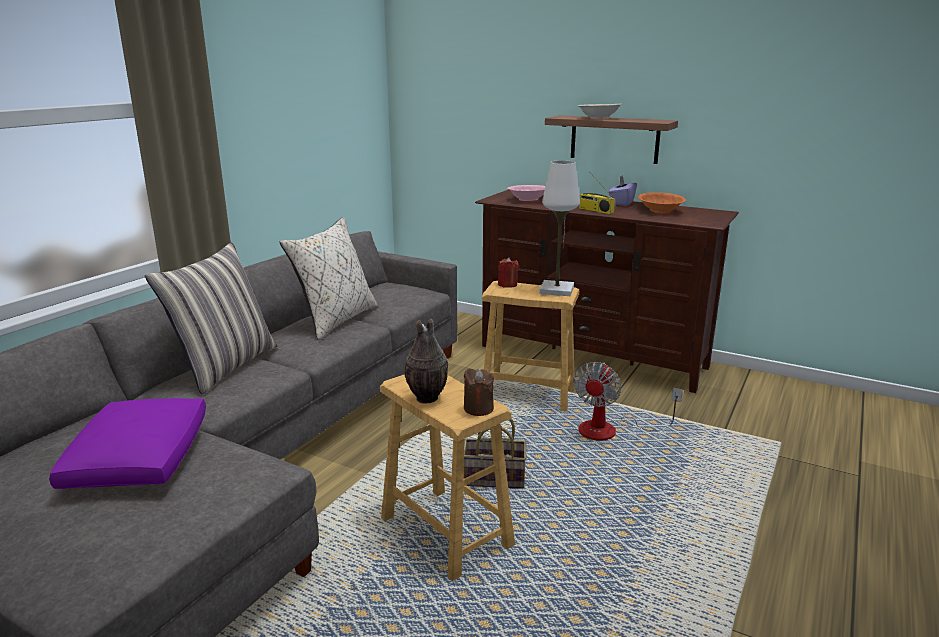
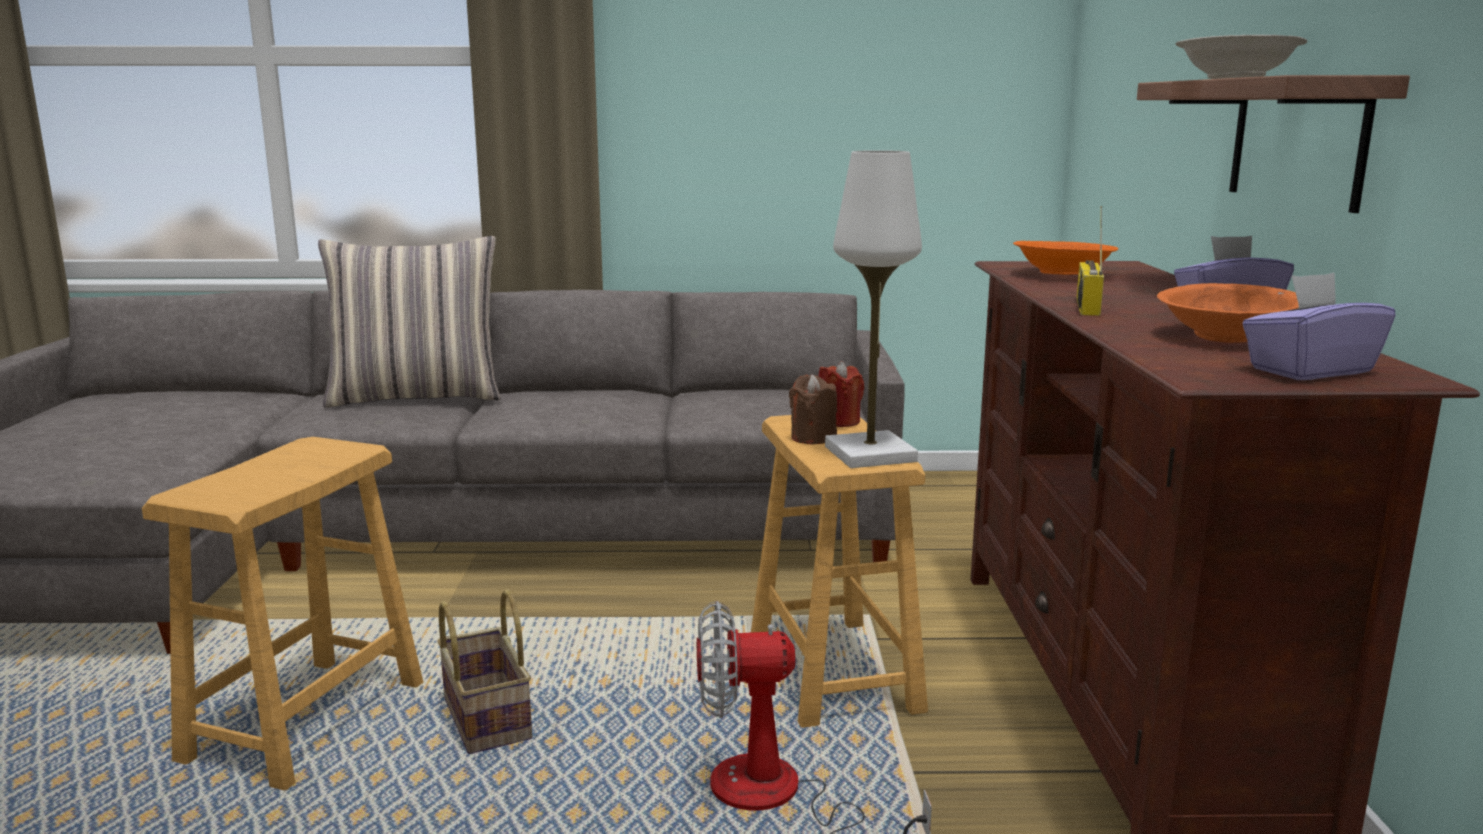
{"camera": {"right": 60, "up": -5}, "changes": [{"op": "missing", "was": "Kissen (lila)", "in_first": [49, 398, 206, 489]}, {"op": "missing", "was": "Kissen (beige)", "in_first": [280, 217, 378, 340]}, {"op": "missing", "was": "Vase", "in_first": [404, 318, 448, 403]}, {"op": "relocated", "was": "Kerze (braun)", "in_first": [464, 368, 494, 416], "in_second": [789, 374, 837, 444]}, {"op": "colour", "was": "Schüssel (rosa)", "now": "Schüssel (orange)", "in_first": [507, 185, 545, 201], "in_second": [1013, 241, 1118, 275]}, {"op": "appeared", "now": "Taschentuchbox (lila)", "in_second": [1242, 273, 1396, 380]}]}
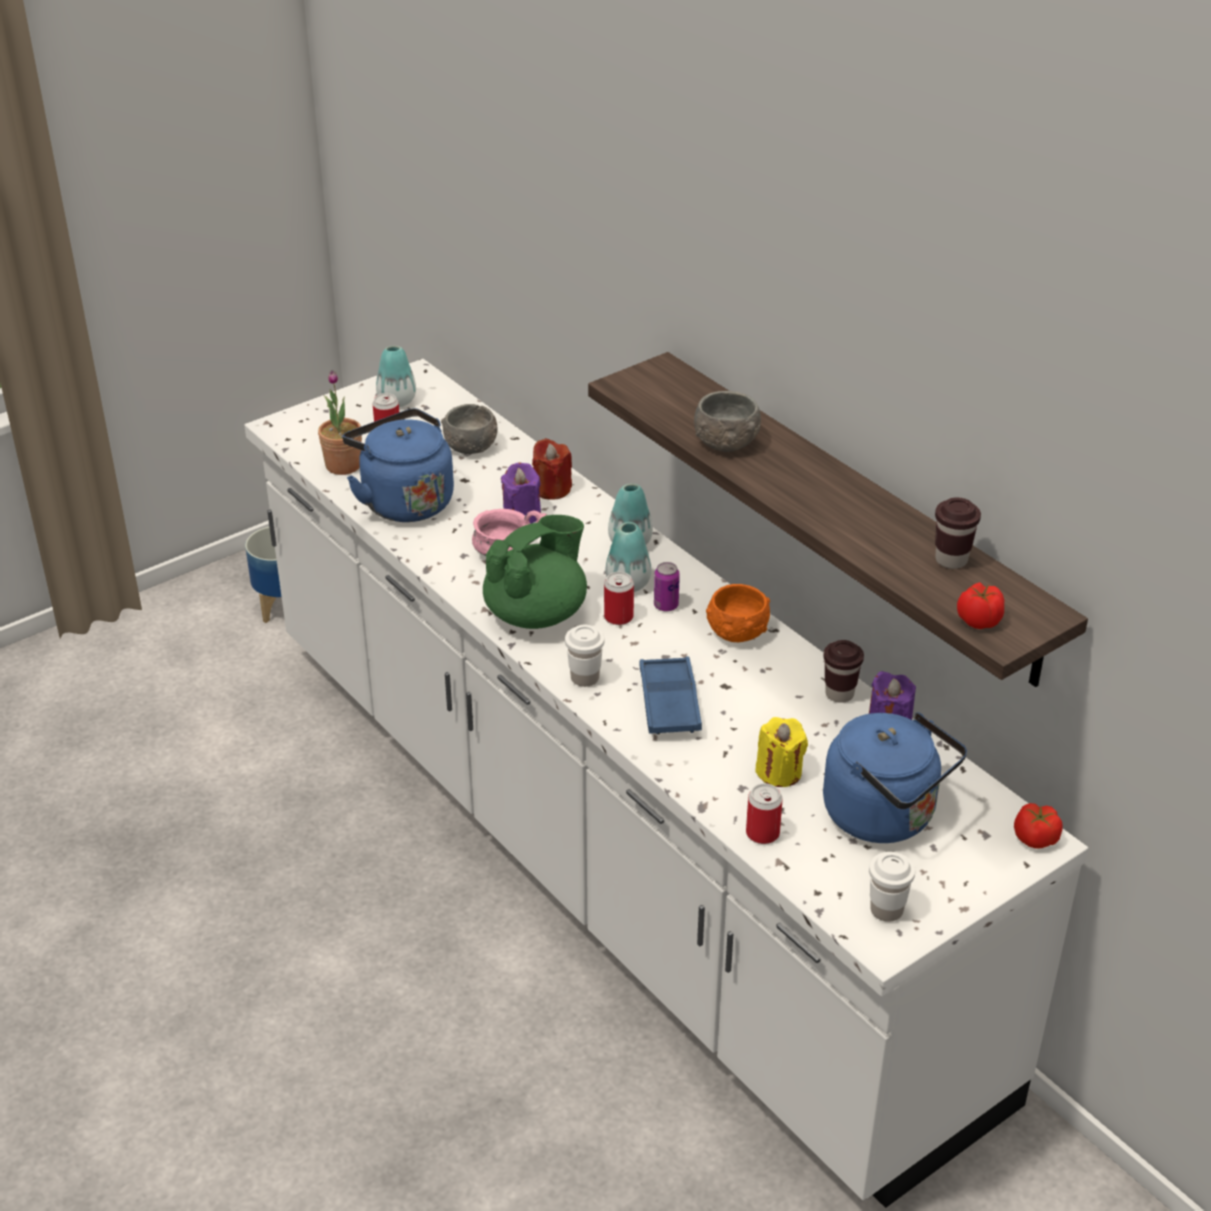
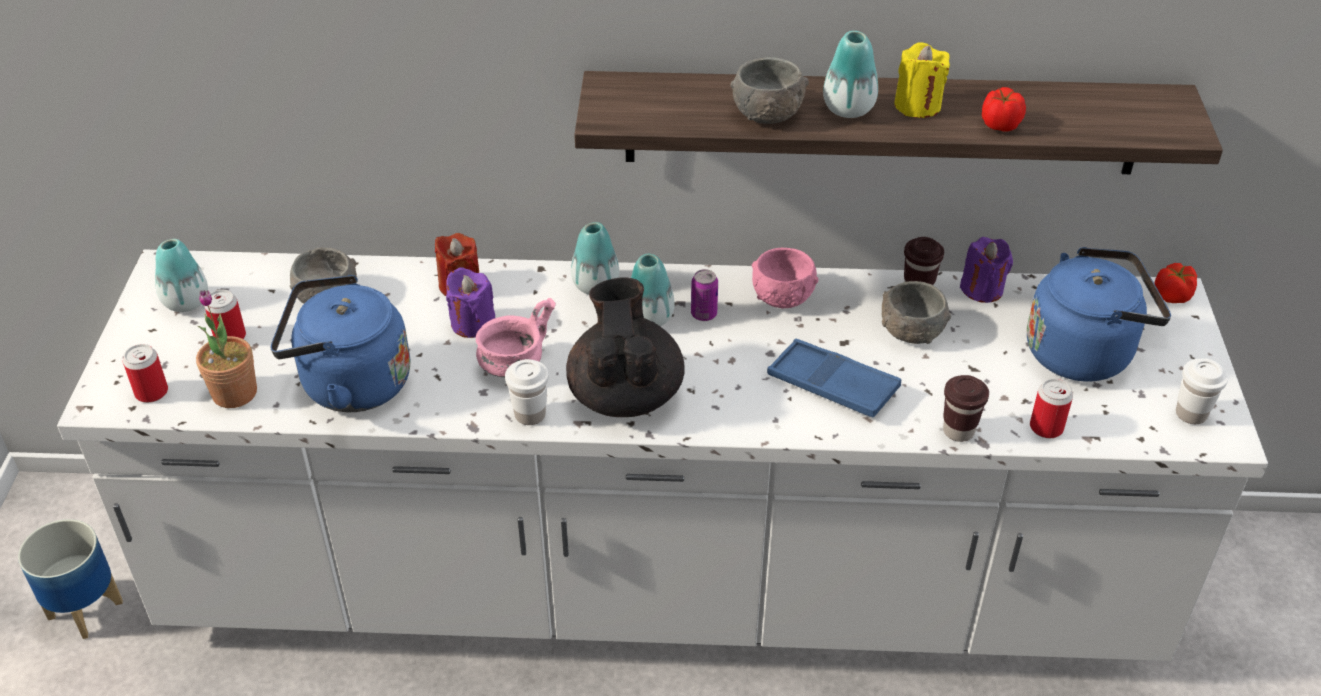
{"camera": {"right": -50, "up": 5}, "changes": [{"op": "colour", "was": "Teekanne (grün)", "now": "Teekanne (schwarz)", "in_first": [483, 515, 587, 629], "in_second": [566, 277, 685, 417]}, {"op": "relocated", "was": "Tasse (weiß)", "in_first": [565, 625, 604, 687], "in_second": [505, 359, 549, 425]}, {"op": "relocated", "was": "Dose", "in_first": [604, 572, 634, 625], "in_second": [123, 344, 168, 403]}, {"op": "colour", "was": "Schüssel (orange)", "now": "Schüssel (rosa)", "in_first": [706, 584, 770, 642], "in_second": [752, 248, 819, 308]}, {"op": "relocated", "was": "Kerze (gelb)", "in_first": [755, 717, 808, 787], "in_second": [894, 42, 950, 118]}, {"op": "relocated", "was": "Tasse (braun)", "in_first": [935, 497, 981, 569], "in_second": [943, 375, 989, 442]}, {"op": "relocated", "was": "Tomate", "in_first": [957, 582, 1004, 629], "in_second": [982, 87, 1026, 132]}, {"op": "appeared", "now": "Vase", "in_second": [823, 31, 878, 118]}, {"op": "appeared", "now": "Schüssel (grau)", "in_second": [882, 281, 951, 344]}]}
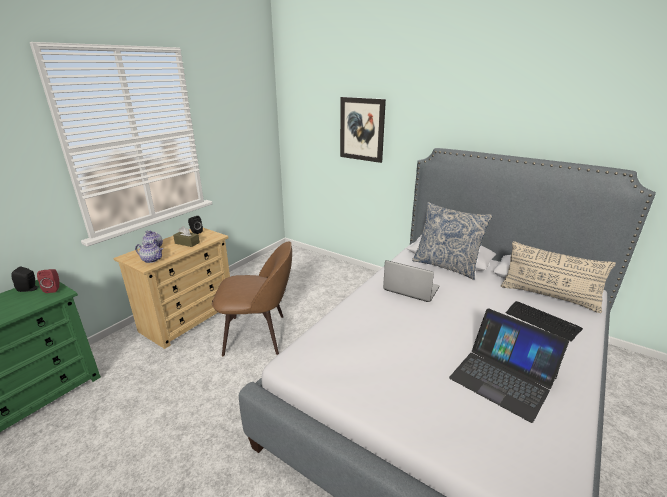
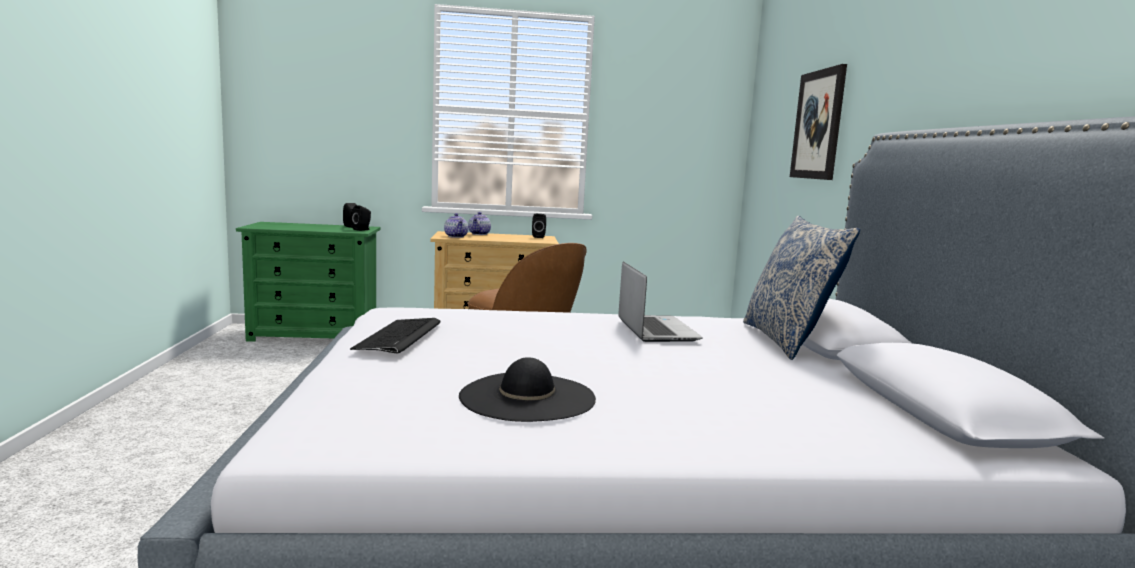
{"camera": {"right": 50, "up": -15}, "changes": [{"op": "colour", "was": "Lautsprecher (rot)", "now": "Lautsprecher (schwarz)", "in_first": [37, 269, 60, 293], "in_second": [352, 205, 371, 231]}, {"op": "missing", "was": "Taschentuchbox (braun)", "in_first": [173, 226, 200, 247]}, {"op": "exchanged", "was": "Laptop", "now": "Hut (schwarz)", "in_first": [449, 309, 569, 423], "in_second": [459, 357, 596, 422]}, {"op": "missing", "was": "Kissen (beige)", "in_first": [501, 241, 616, 313]}, {"op": "relocated", "was": "Tastatur", "in_first": [506, 301, 583, 342], "in_second": [350, 318, 441, 353]}]}
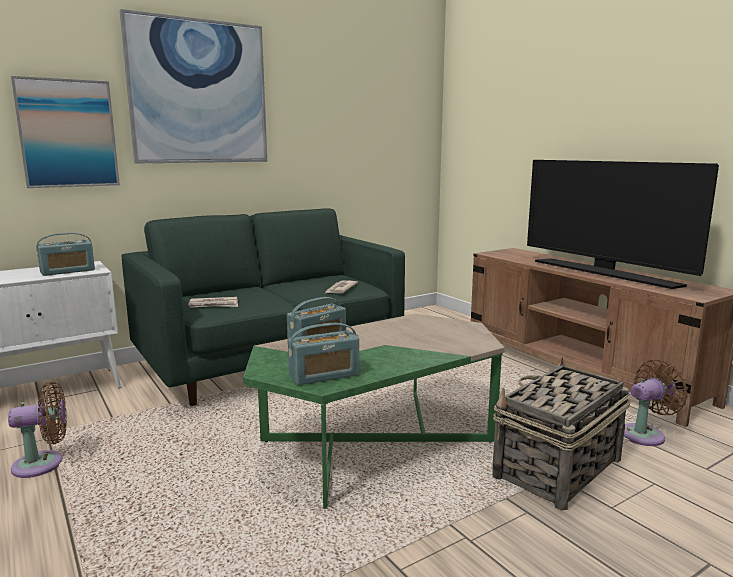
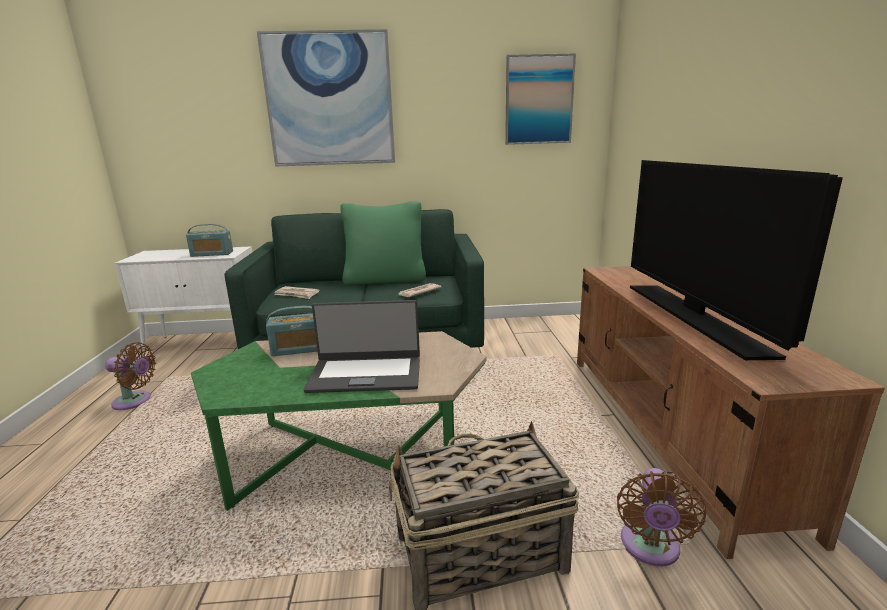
{"camera": {"right": 30, "up": 5}, "changes": [{"op": "relocated", "was": "Bild", "in_first": [11, 76, 120, 188], "in_second": [505, 53, 576, 145]}, {"op": "missing", "was": "Radio", "in_first": [288, 323, 359, 385]}, {"op": "spun", "was": "Ventilator (braun)", "in_first": [624, 359, 688, 446], "in_second": [617, 468, 706, 566], "clockwise": 105}, {"op": "appeared", "now": "Laptop", "in_second": [303, 300, 420, 393]}, {"op": "appeared", "now": "Kissen (grün)", "in_second": [340, 201, 426, 285]}]}
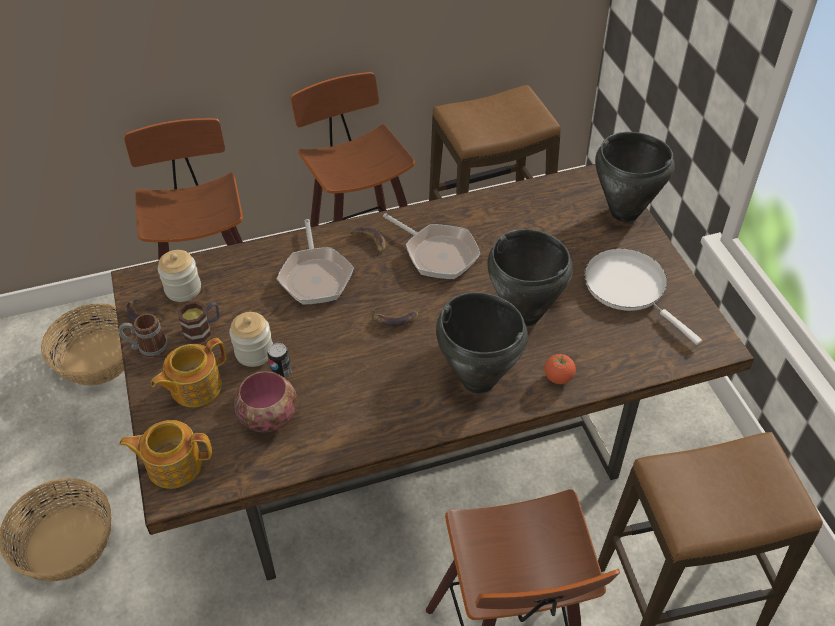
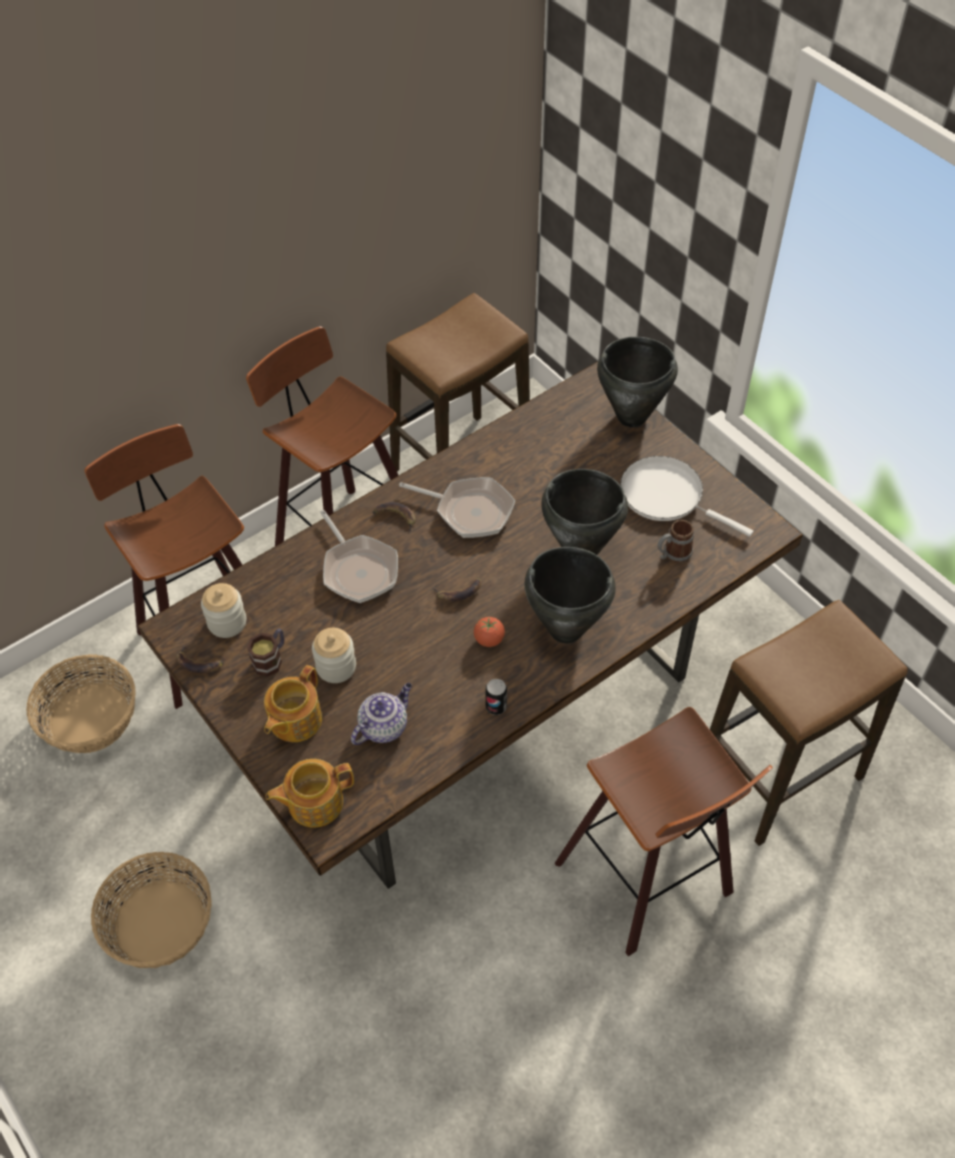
{"camera": {"right": -20, "up": 5}, "changes": [{"op": "relocated", "was": "Henkelbecher", "in_first": [119, 314, 168, 358], "in_second": [657, 520, 694, 563]}, {"op": "exchanged", "was": "Schüssel", "now": "Teekanne", "in_first": [234, 371, 297, 433], "in_second": [351, 683, 412, 745]}, {"op": "relocated", "was": "Dose", "in_first": [267, 343, 292, 378], "in_second": [485, 679, 507, 715]}, {"op": "relocated", "was": "Tomate", "in_first": [544, 354, 576, 384], "in_second": [474, 617, 505, 647]}]}
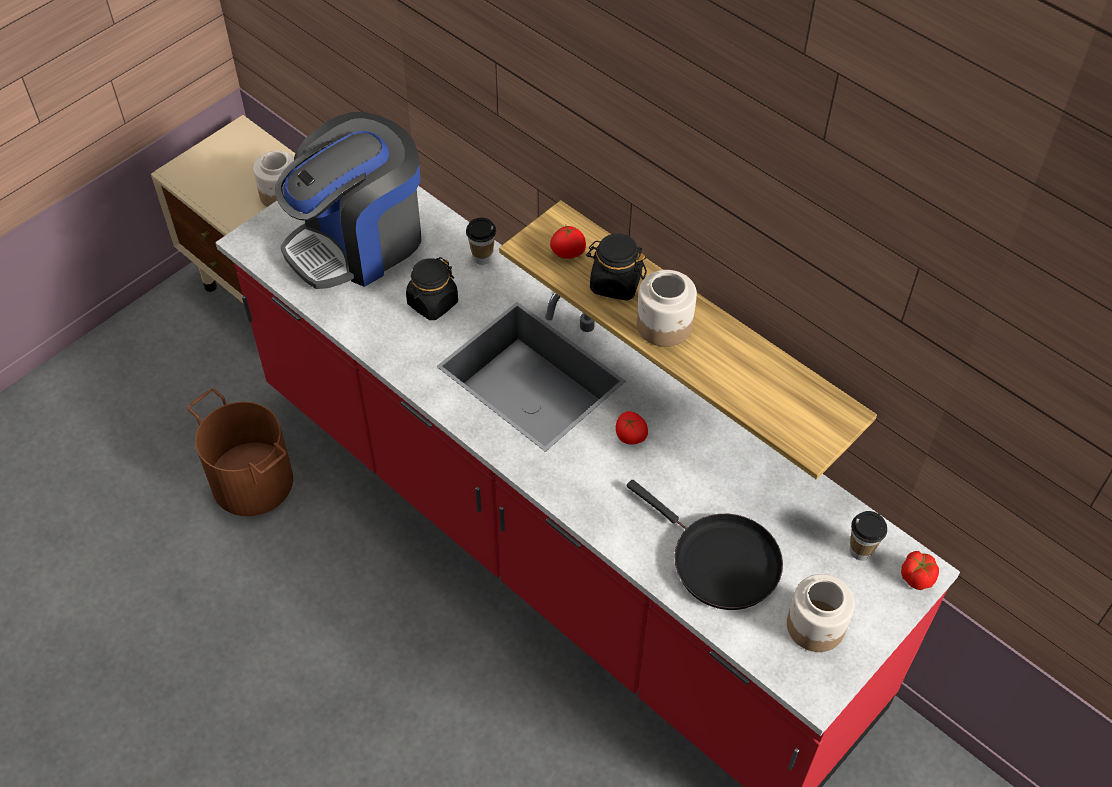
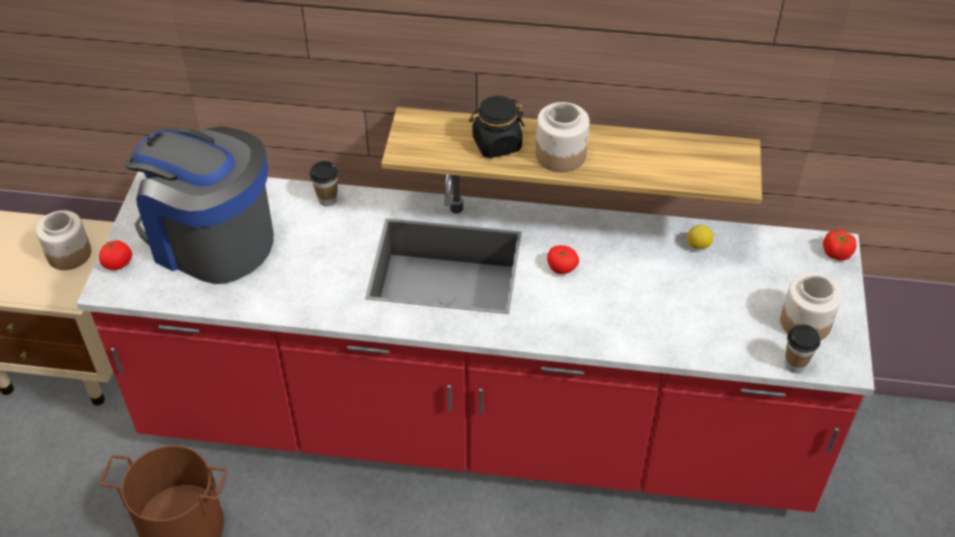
{"camera": {"right": -35, "up": -5}, "changes": [{"op": "spun", "was": "Kaffeemaschine", "in_first": [275, 112, 421, 289], "in_second": [124, 126, 274, 284], "clockwise": 105}, {"op": "missing", "was": "Vorratsglas (schwarz)", "in_first": [406, 257, 458, 320]}, {"op": "relocated", "was": "Tomate", "in_first": [550, 224, 586, 259], "in_second": [99, 241, 132, 270]}, {"op": "missing", "was": "Pfanne (schwarz)", "in_first": [627, 480, 783, 610]}, {"op": "relocated", "was": "Tasse", "in_first": [850, 511, 887, 561], "in_second": [785, 324, 821, 373]}, {"op": "appeared", "now": "Zitrone", "in_second": [687, 224, 713, 249]}]}
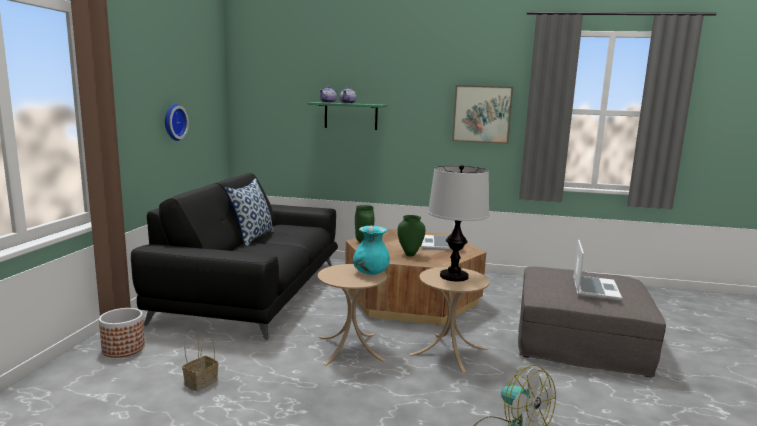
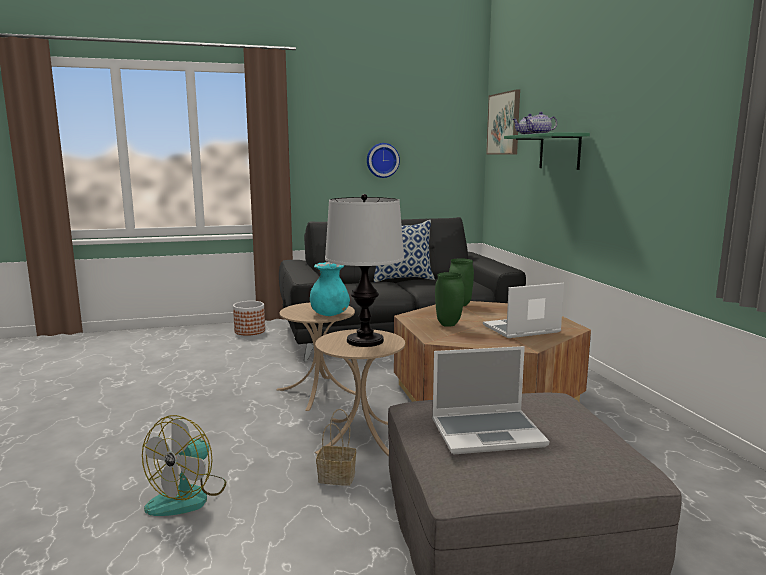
{"camera": {"right": 65, "up": 0}, "changes": [{"op": "relocated", "was": "Korb", "in_first": [182, 331, 218, 391], "in_second": [316, 409, 356, 486]}, {"op": "relocated", "was": "Bild", "in_first": [452, 85, 513, 144], "in_second": [486, 89, 520, 155]}]}
